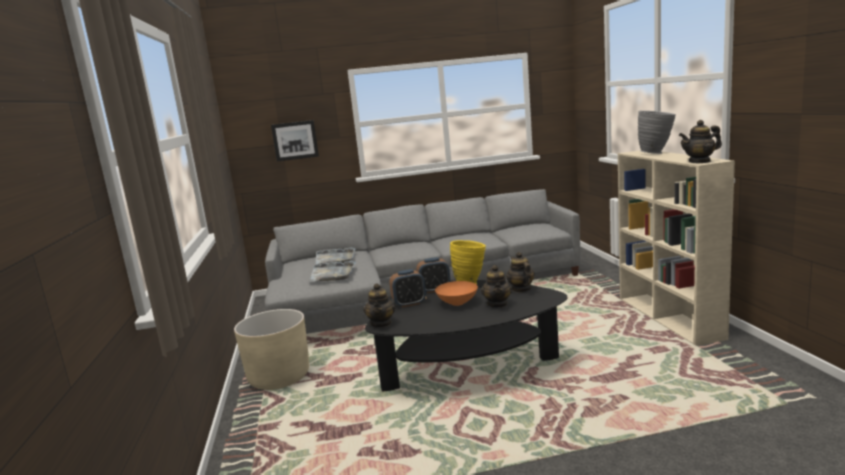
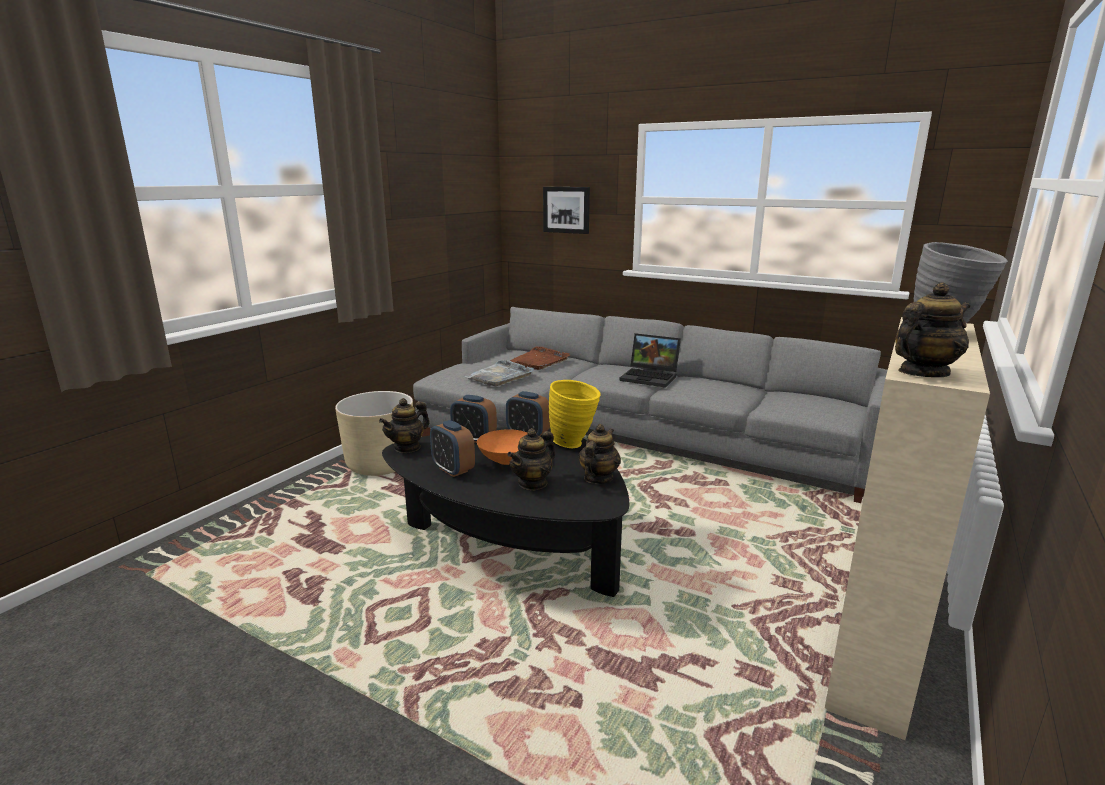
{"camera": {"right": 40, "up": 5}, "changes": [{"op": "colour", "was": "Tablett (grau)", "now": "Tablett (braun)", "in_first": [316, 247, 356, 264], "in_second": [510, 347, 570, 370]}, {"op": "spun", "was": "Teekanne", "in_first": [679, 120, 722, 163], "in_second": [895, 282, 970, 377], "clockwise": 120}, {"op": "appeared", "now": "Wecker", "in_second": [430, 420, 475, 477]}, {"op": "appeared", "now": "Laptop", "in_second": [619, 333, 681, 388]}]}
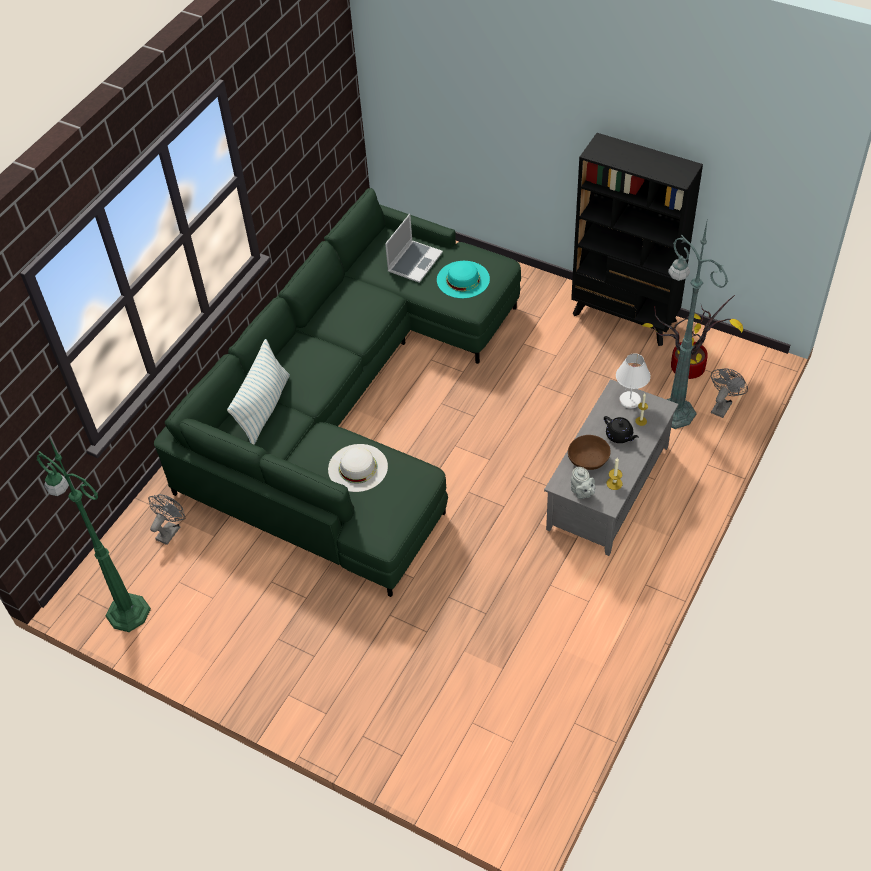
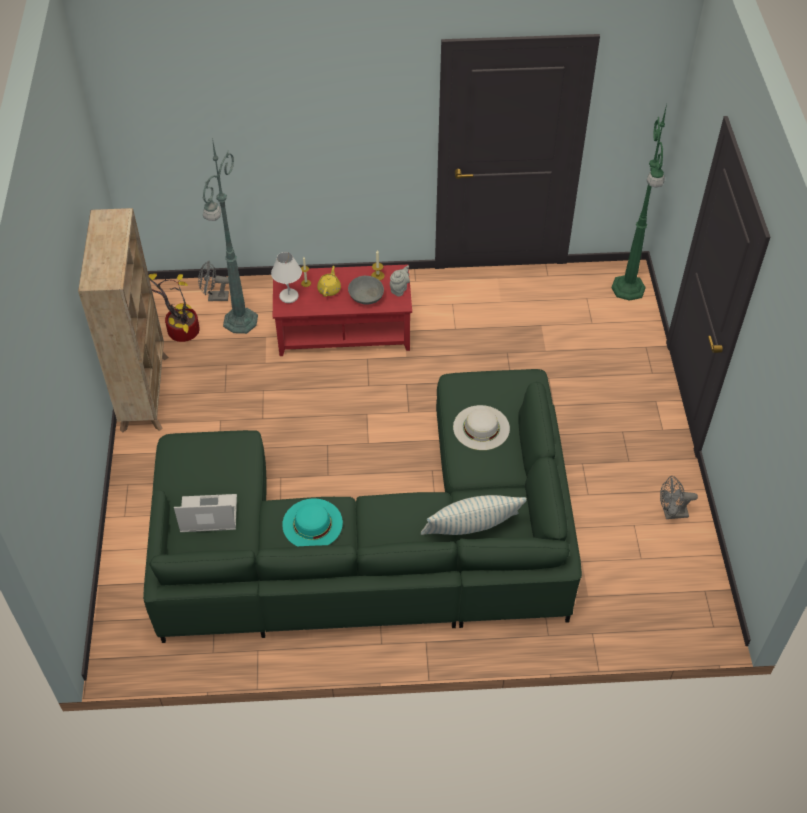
{"camera": {"right": -125, "up": 0}, "changes": [{"op": "relocated", "was": "Stehlampe (grün)", "in_first": [37, 439, 151, 632], "in_second": [612, 104, 667, 301]}, {"op": "relocated", "was": "Ventilator (grau)", "in_first": [148, 494, 185, 545], "in_second": [660, 476, 698, 519]}, {"op": "relocated", "was": "Hut (türkis)", "in_first": [437, 261, 490, 298], "in_second": [282, 499, 343, 547]}, {"op": "colour", "was": "Couchtisch (grau)", "now": "Couchtisch (rot)", "in_first": [544, 379, 678, 556], "in_second": [273, 265, 412, 356]}, {"op": "colour", "was": "Schüssel (braun)", "now": "Schüssel (grau)", "in_first": [568, 435, 611, 470], "in_second": [348, 276, 384, 305]}, {"op": "colour", "was": "Bücherregal (schwarz)", "now": "Bücherregal (beige)", "in_first": [571, 133, 703, 346], "in_second": [78, 208, 169, 433]}, {"op": "colour", "was": "Teekanne (schwarz)", "now": "Teekanne (gelb)", "in_first": [604, 416, 639, 443], "in_second": [317, 266, 341, 297]}]}
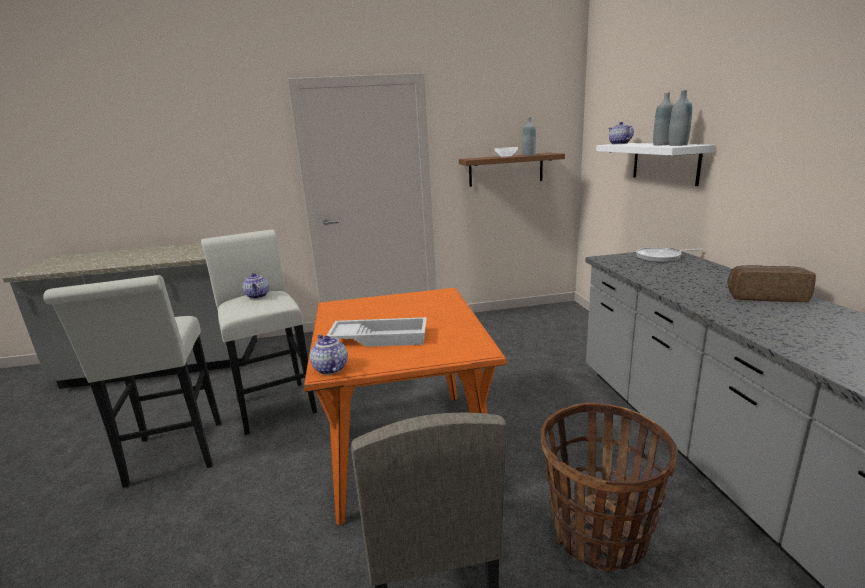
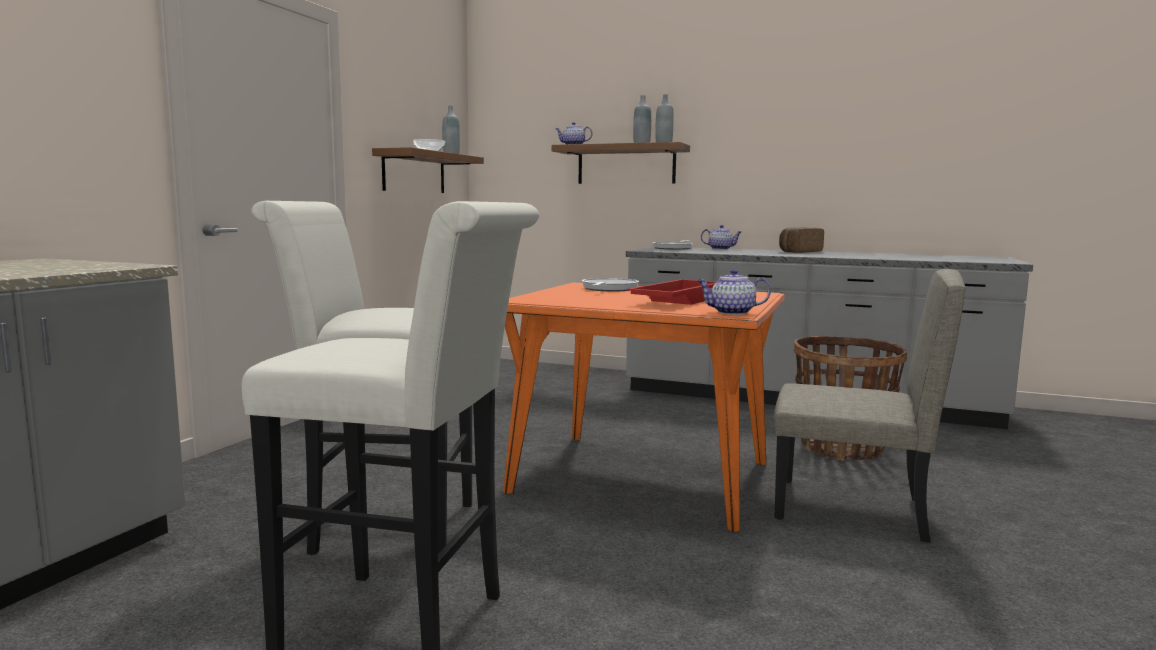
{"camera": {"right": -60, "up": -10}, "changes": [{"op": "relocated", "was": "Teekanne", "in_first": [243, 273, 269, 299], "in_second": [701, 225, 741, 250]}, {"op": "colour", "was": "Tablett (weiß)", "now": "Tablett (rot)", "in_first": [326, 317, 427, 347], "in_second": [627, 279, 716, 305]}, {"op": "colour", "was": "Wandregal (weiß)", "now": "Wandregal (braun)", "in_first": [596, 143, 715, 186], "in_second": [552, 142, 690, 184]}, {"op": "appeared", "now": "Pfanne", "in_second": [582, 278, 639, 292]}]}
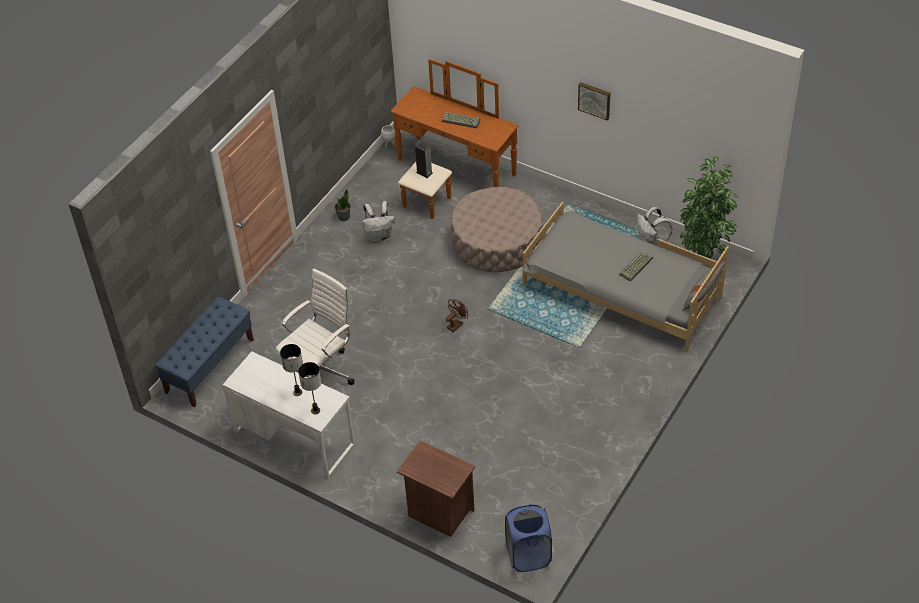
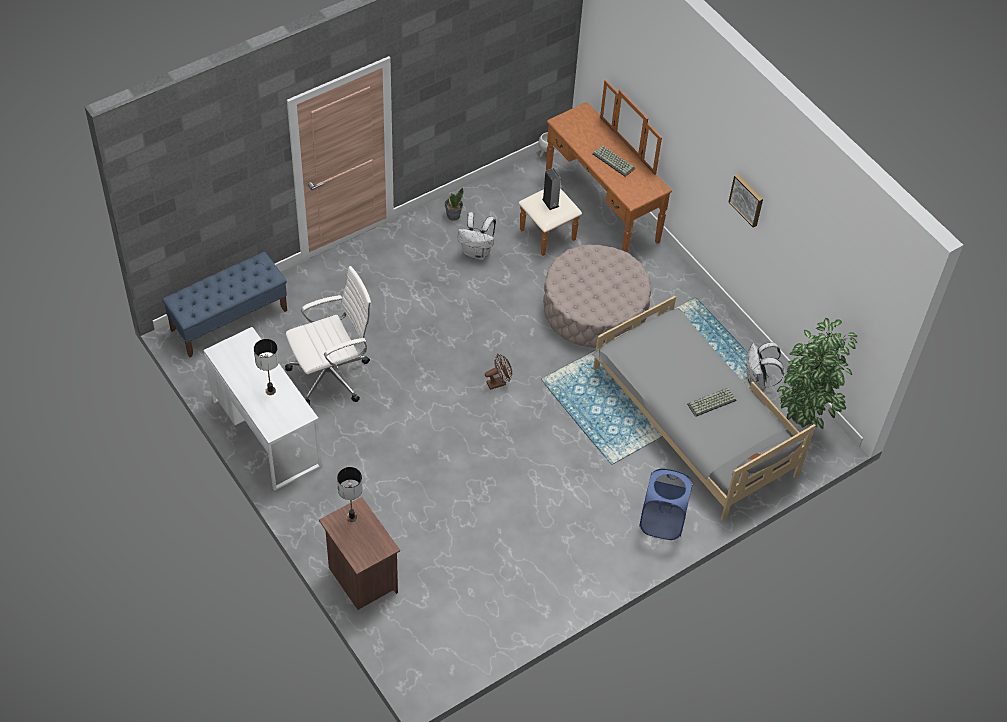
{"camera": {"right": 20, "up": 5}, "changes": [{"op": "relocated", "was": "Tischlampe", "in_first": [298, 362, 321, 414], "in_second": [337, 467, 363, 522]}, {"op": "relocated", "was": "Wäschekorb (blau)", "in_first": [505, 504, 552, 572], "in_second": [639, 469, 693, 540]}]}
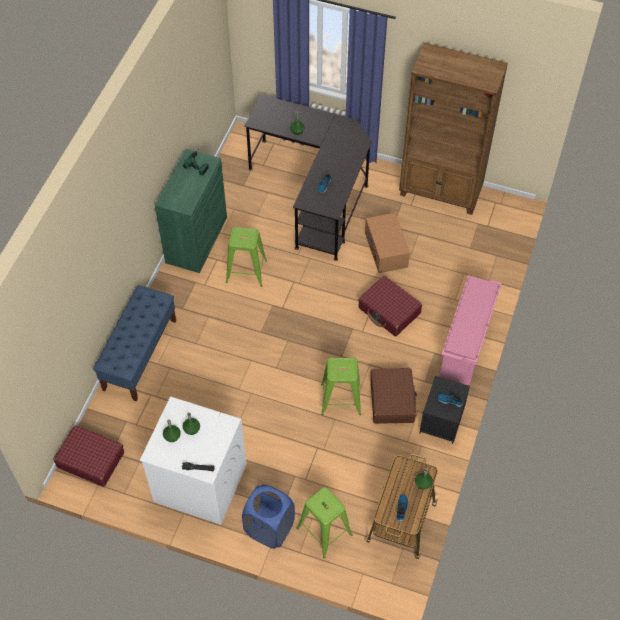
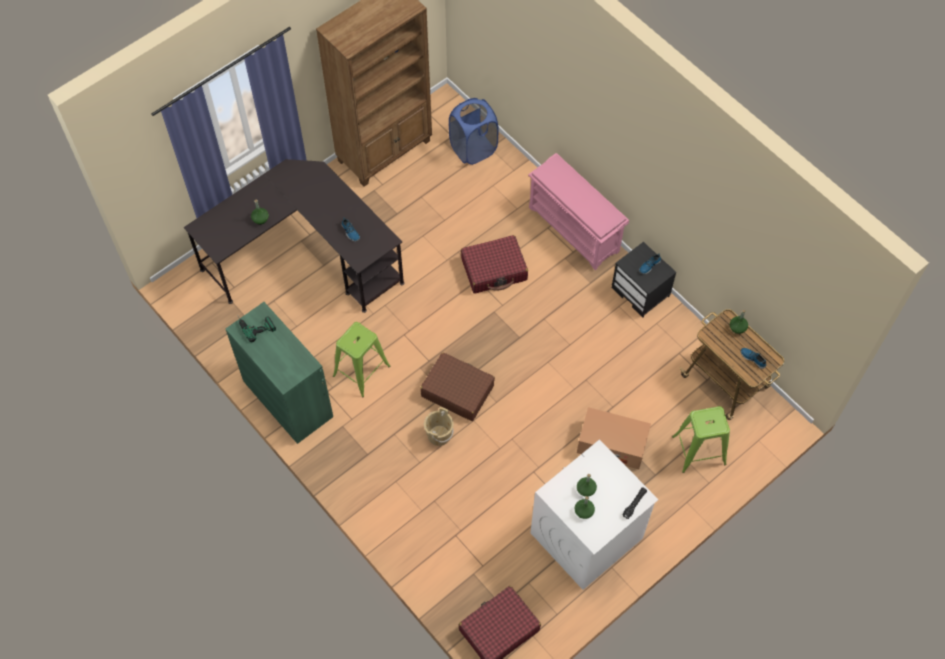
{"camera": {"right": -60, "up": 5}, "changes": [{"op": "missing", "was": "Bank (blau)", "in_first": [93, 285, 176, 401]}, {"op": "relocated", "was": "Wäschekorb (blau)", "in_first": [242, 484, 295, 549], "in_second": [449, 98, 499, 165]}, {"op": "missing", "was": "Hocker (grün)", "in_first": [321, 358, 361, 415]}, {"op": "relocated", "was": "Karton", "in_first": [365, 213, 410, 273], "in_second": [577, 407, 651, 469]}, {"op": "relocated", "was": "Koffer (braun)", "in_first": [370, 368, 417, 424], "in_second": [420, 353, 495, 421]}, {"op": "appeared", "now": "Eimer (beige)", "in_second": [424, 407, 454, 446]}]}
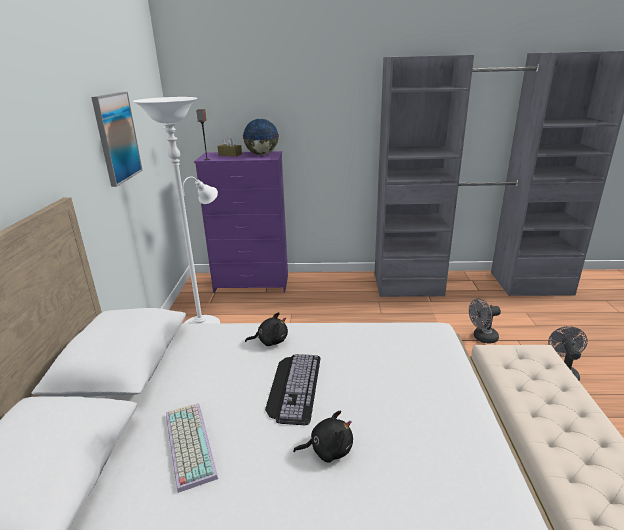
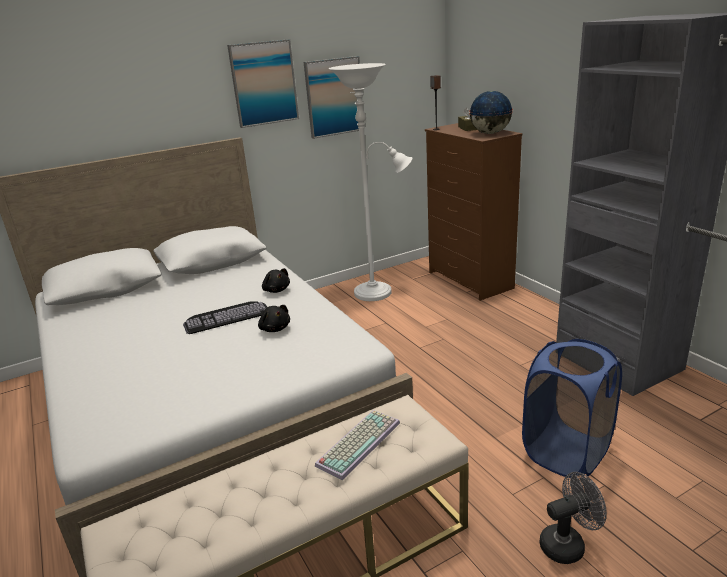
{"camera": {"right": 60, "up": 0}, "changes": [{"op": "relocated", "was": "Tastatur", "in_first": [166, 403, 218, 493], "in_second": [315, 410, 400, 480]}, {"op": "colour", "was": "Kommode (lila)", "now": "Kommode (braun)", "in_first": [194, 151, 288, 293], "in_second": [425, 123, 523, 301]}, {"op": "relocated", "was": "Plüschtier (schwarz)", "in_first": [293, 411, 353, 463], "in_second": [258, 305, 290, 332]}, {"op": "exchanged", "was": "Ventilator (grau)", "now": "Wäschekorb (blau)", "in_first": [469, 298, 501, 344], "in_second": [522, 339, 622, 478]}, {"op": "appeared", "now": "Bild", "in_second": [227, 39, 299, 128]}]}
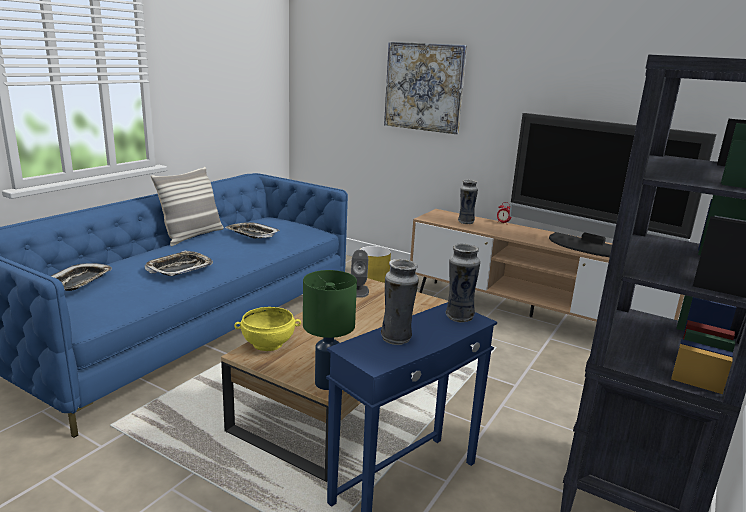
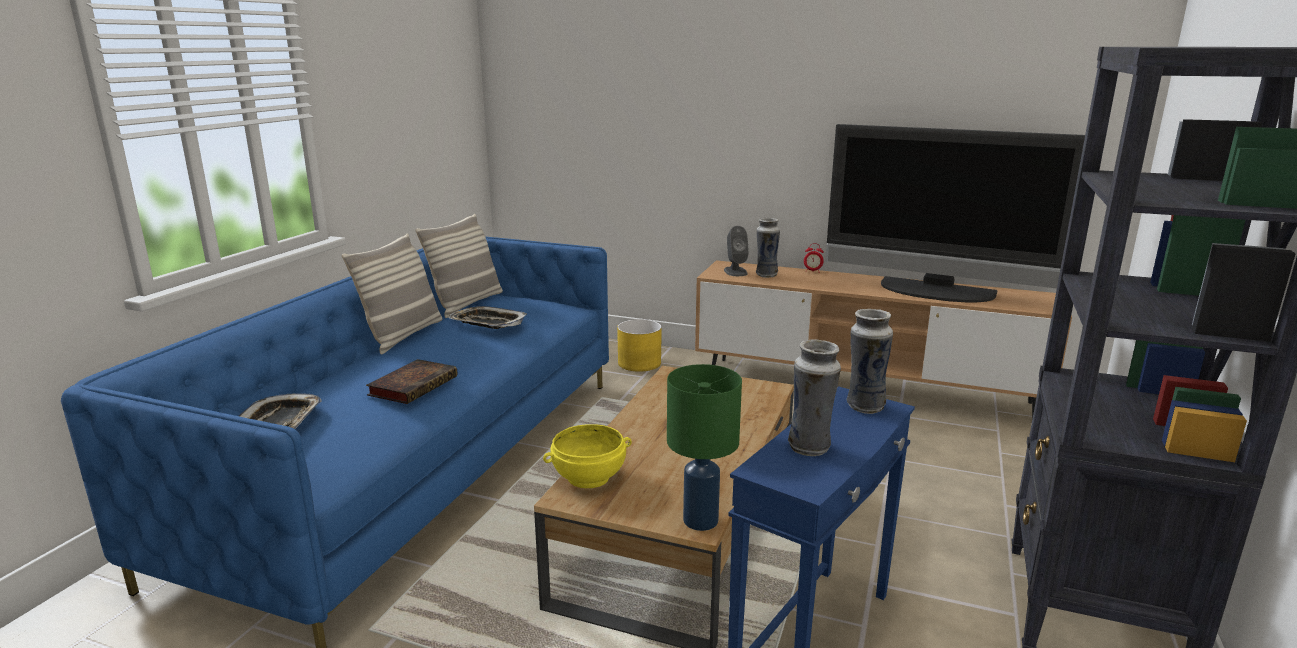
{"camera": {"right": -10, "up": 0}, "changes": [{"op": "exchanged", "was": "Tablett", "now": "Buch", "in_first": [145, 251, 213, 276], "in_second": [366, 359, 458, 404]}, {"op": "relocated", "was": "Lautsprecher (grau)", "in_first": [351, 250, 369, 298], "in_second": [724, 226, 749, 276]}, {"op": "missing", "was": "Bild", "in_first": [384, 42, 467, 134]}, {"op": "appeared", "now": "Kissen", "in_second": [415, 214, 503, 318]}]}
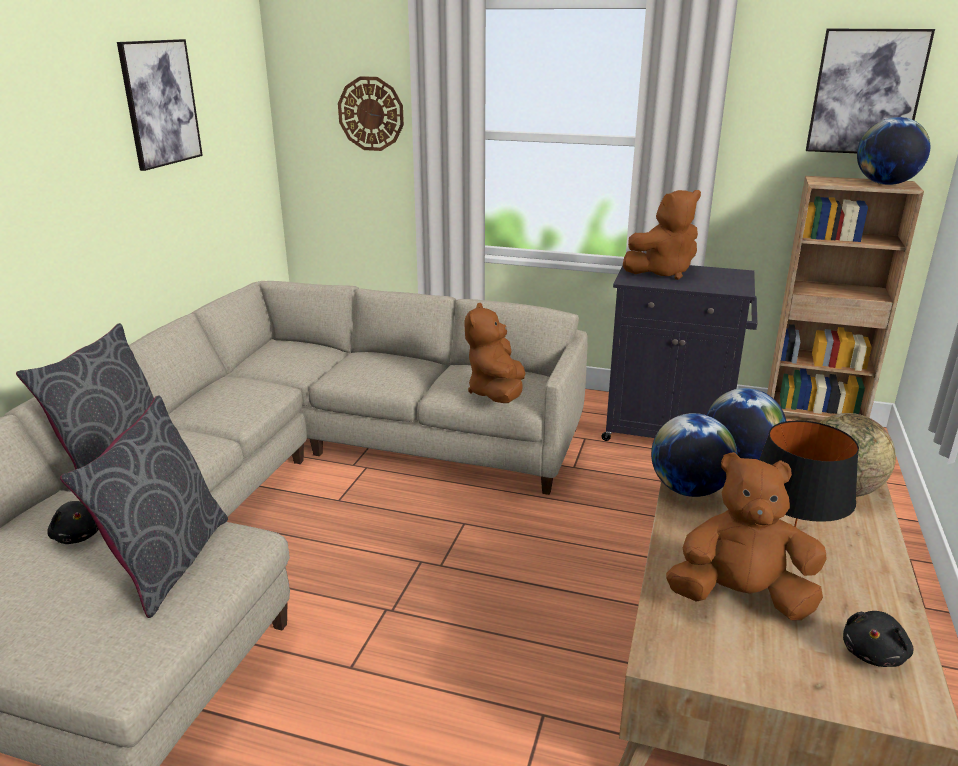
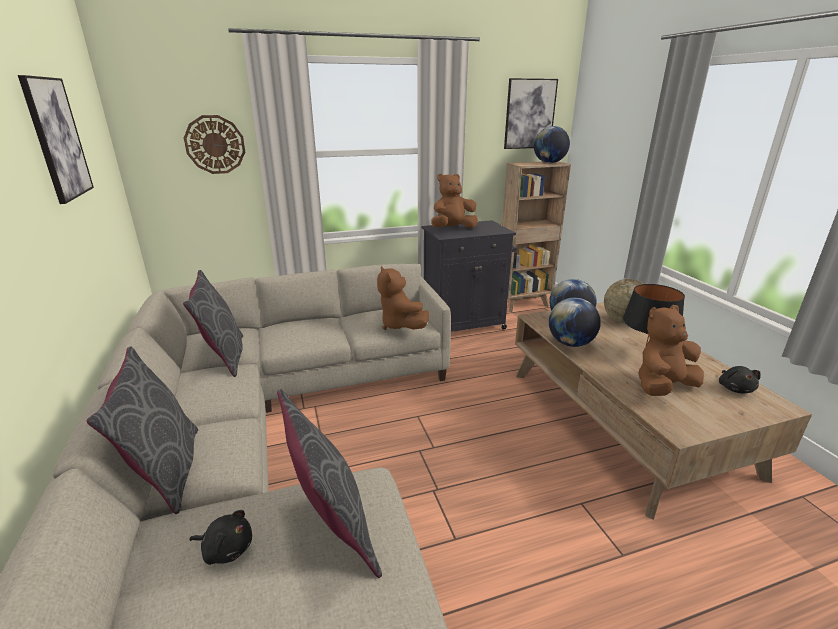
{"camera": {"right": -35, "up": 0}, "changes": [{"op": "spun", "was": "Plüschtier (braun)", "in_first": [623, 190, 701, 280], "in_second": [431, 174, 478, 228], "clockwise": -150}, {"op": "appeared", "now": "Kissen (grau)", "in_second": [183, 270, 243, 377]}]}
